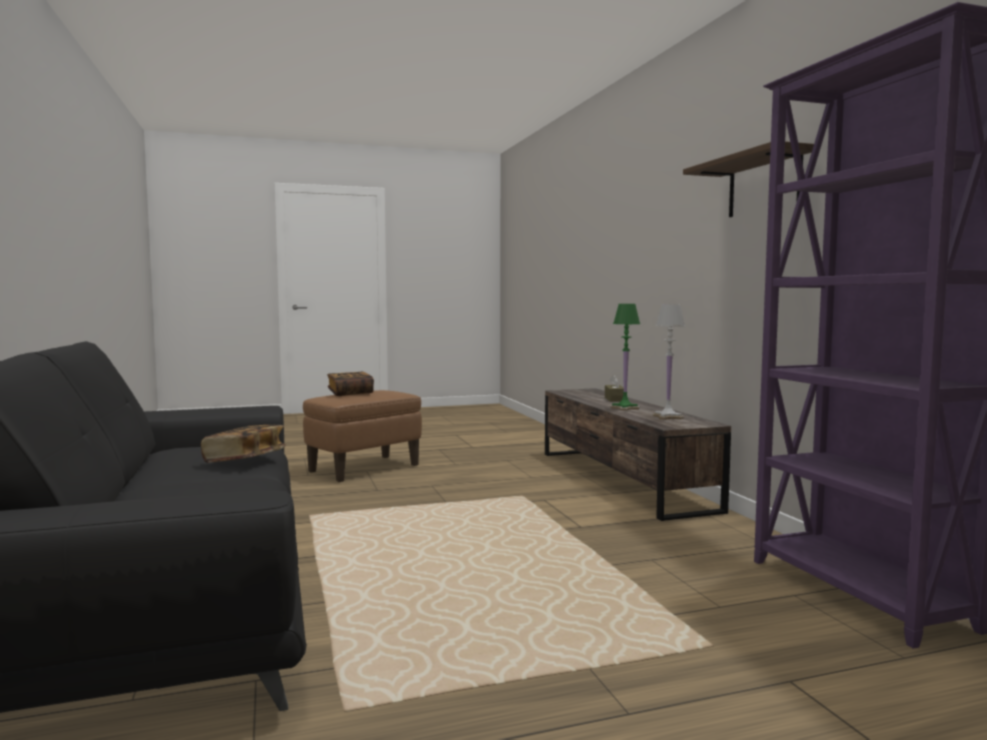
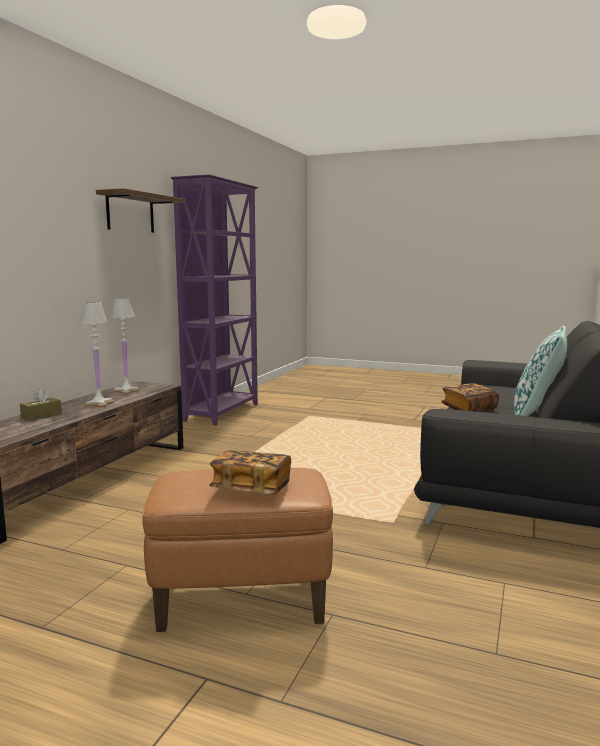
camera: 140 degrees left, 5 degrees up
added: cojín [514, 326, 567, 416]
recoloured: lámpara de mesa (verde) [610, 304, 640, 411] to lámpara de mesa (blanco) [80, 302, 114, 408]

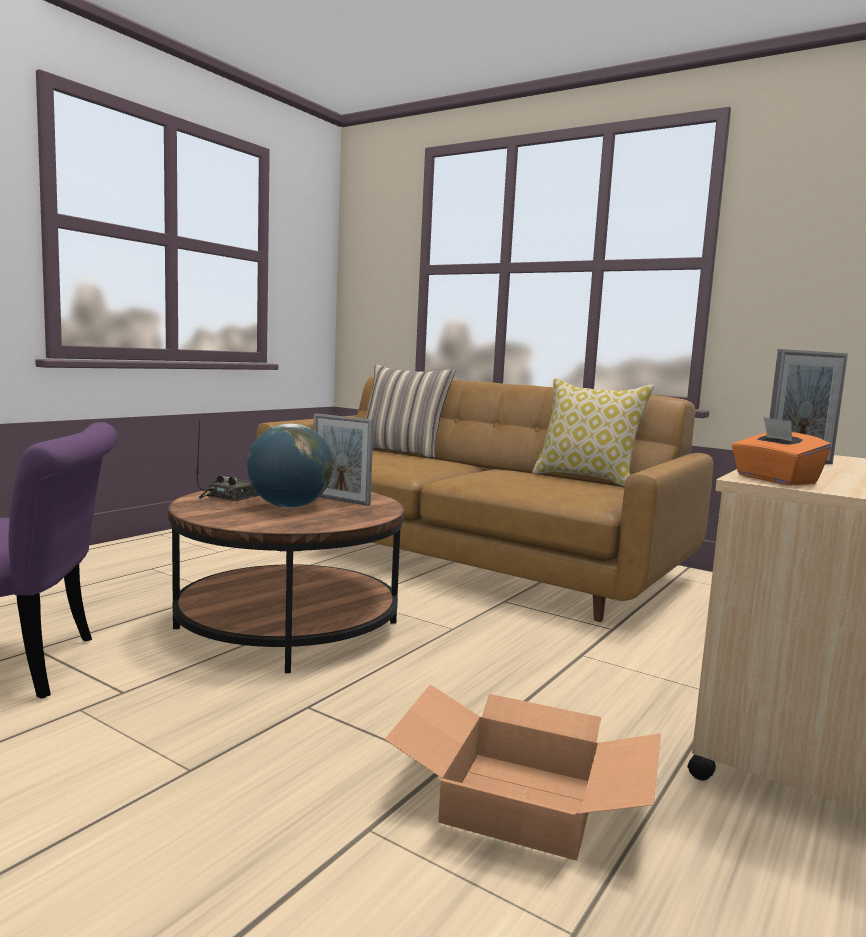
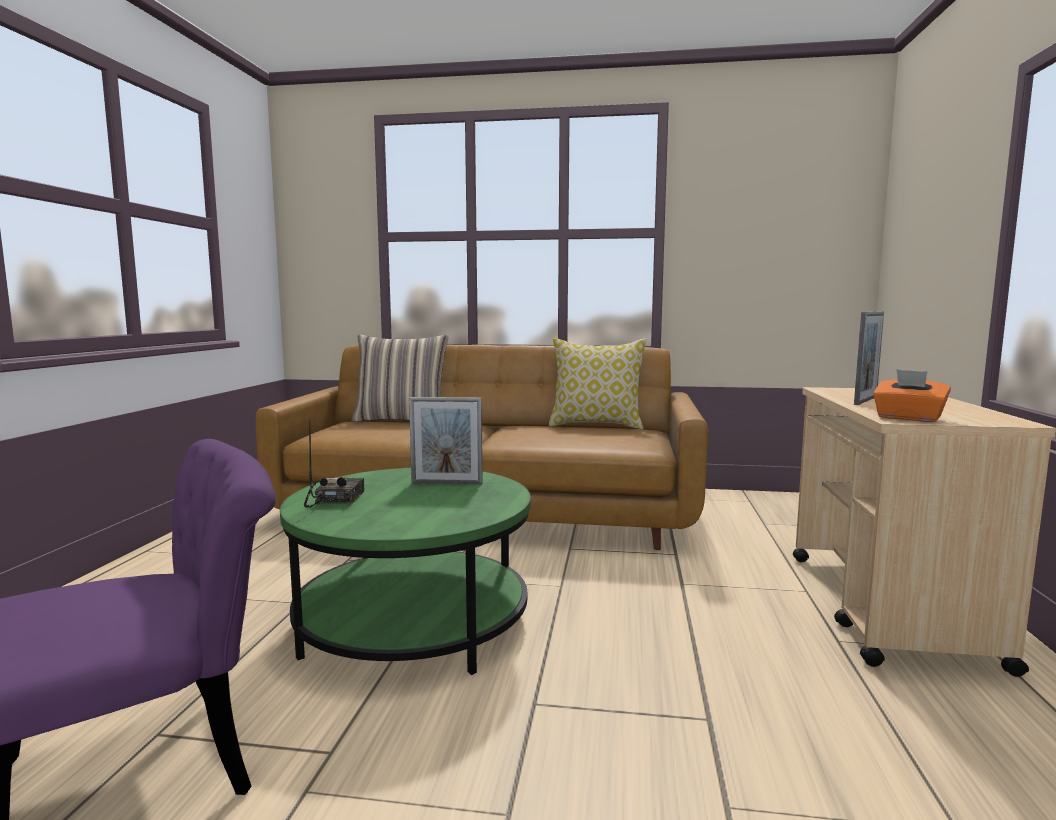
camera: 25 degrees left, 0 degrees up
removed: globo terráqueo [247, 423, 333, 508]; caja de cartón [385, 685, 661, 861]
recoloured: mesa de centro (marrón) [168, 490, 405, 673] to mesa de centro (verde) [280, 468, 531, 675]

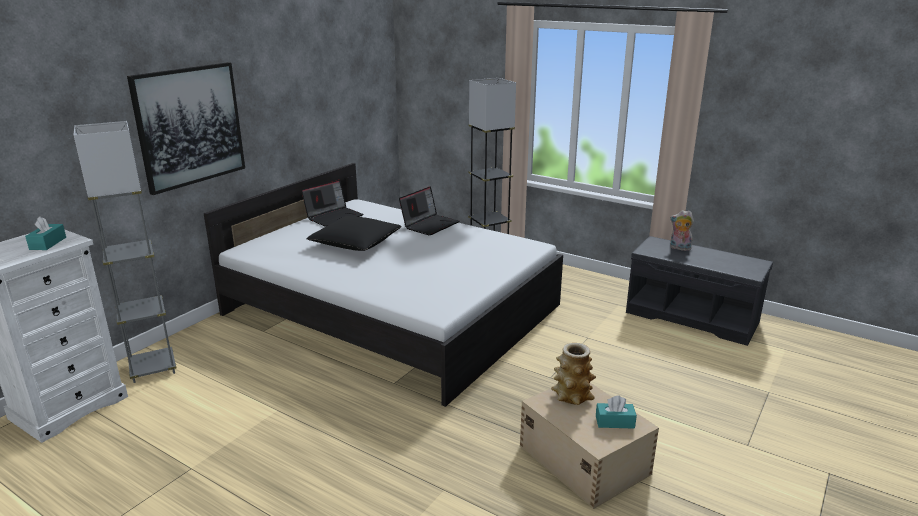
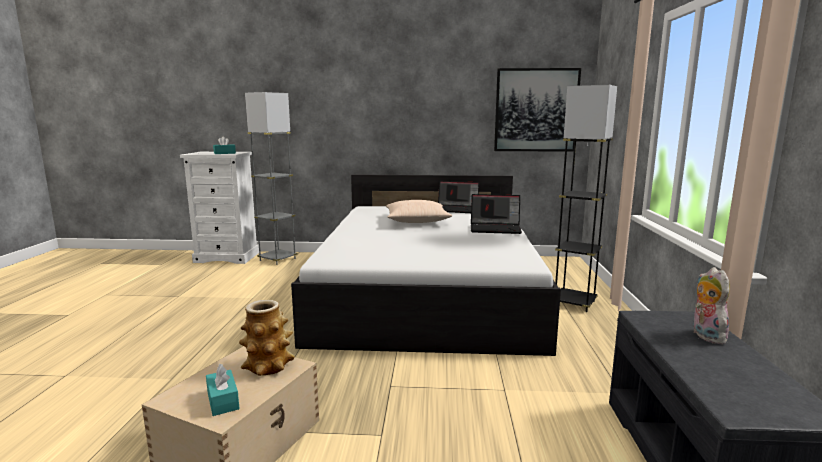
camera: 60 degrees right, 10 degrees down
moved: cuadro [127, 62, 245, 195] to [494, 68, 581, 152]
recoloured: cojín (negro) [307, 216, 402, 251] to cojín (beis) [386, 200, 452, 223]

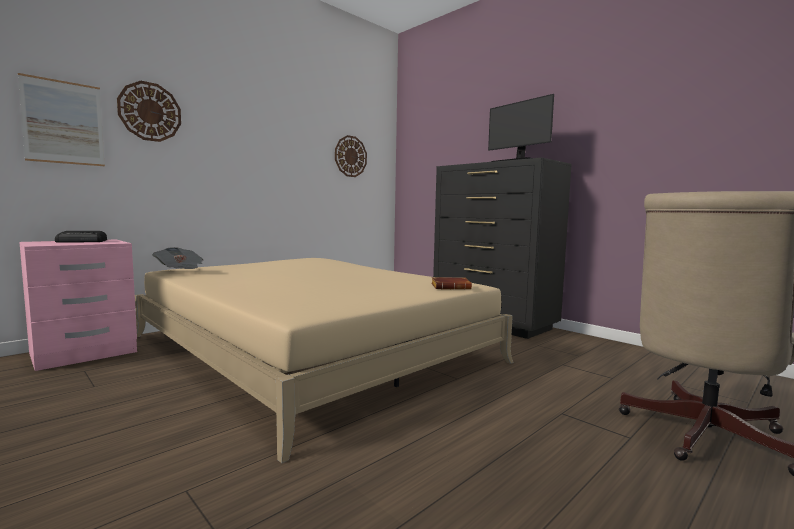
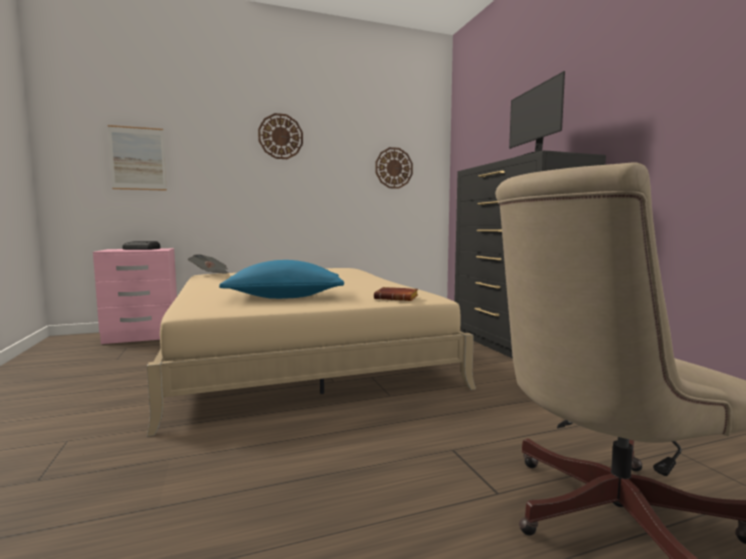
camera: 25 degrees right, 0 degrees up
added: cojín (azul) [219, 260, 344, 299]
moved: reloj de pared [117, 81, 181, 142] to [258, 113, 303, 159]

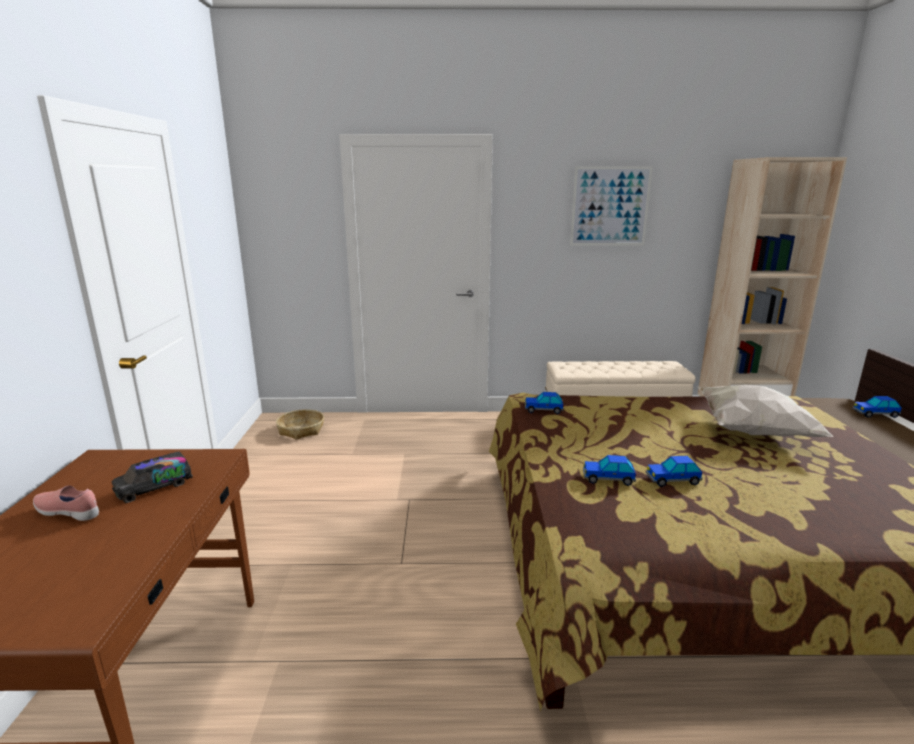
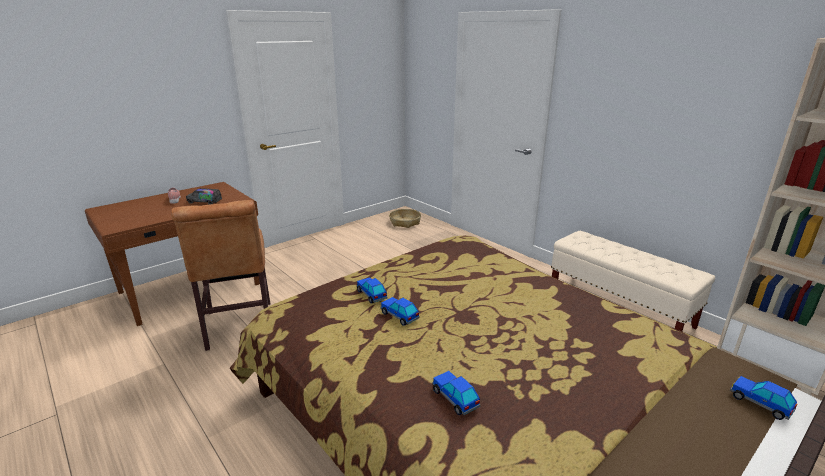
camera: 50 degrees right, 5 degrees up
removed: cuadro [570, 166, 653, 246]; cojín (blanco) [698, 385, 833, 437]
added: silla (marrón) [171, 200, 270, 351]
moved: coche de juguete [525, 392, 564, 414] to [432, 371, 481, 415]

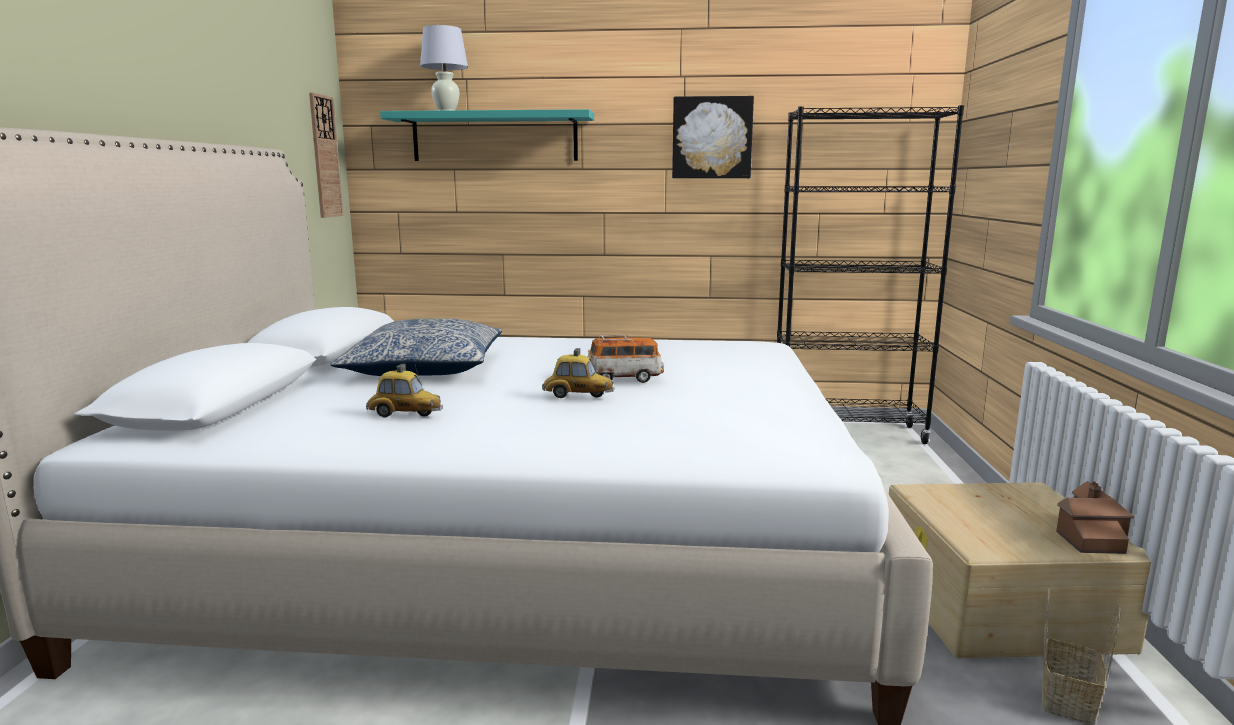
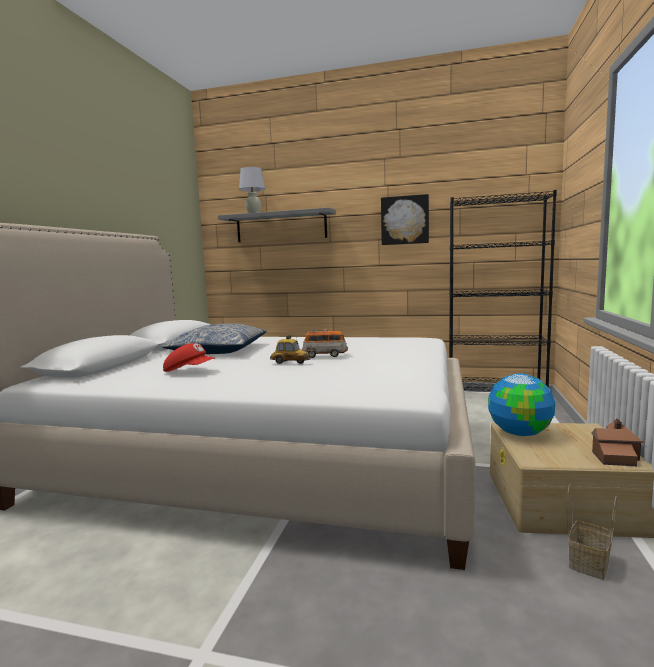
camera: 10 degrees right, 5 degrees down
removed: reloj de pared [309, 92, 344, 218]
added: globo terráqueo [488, 373, 555, 436]
replaced: coche de juguete [366, 364, 443, 417] to gorra (rojo) [163, 343, 215, 372]
recoloured: estante (turquesa) [380, 109, 594, 161] to estante (gris) [218, 207, 336, 242]

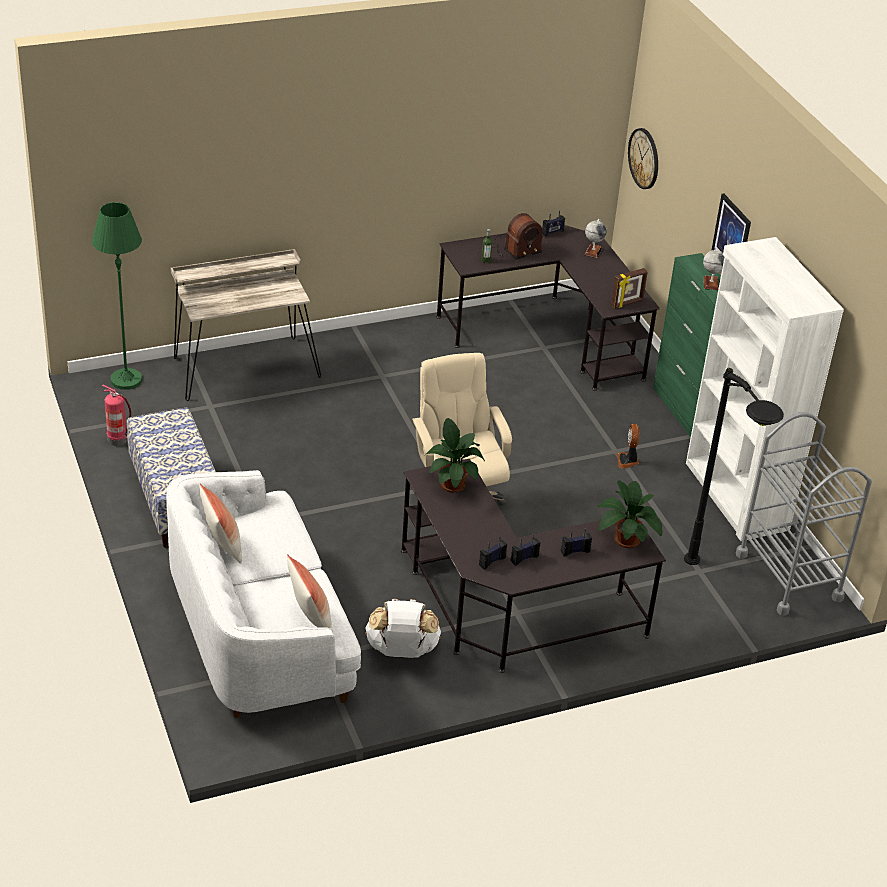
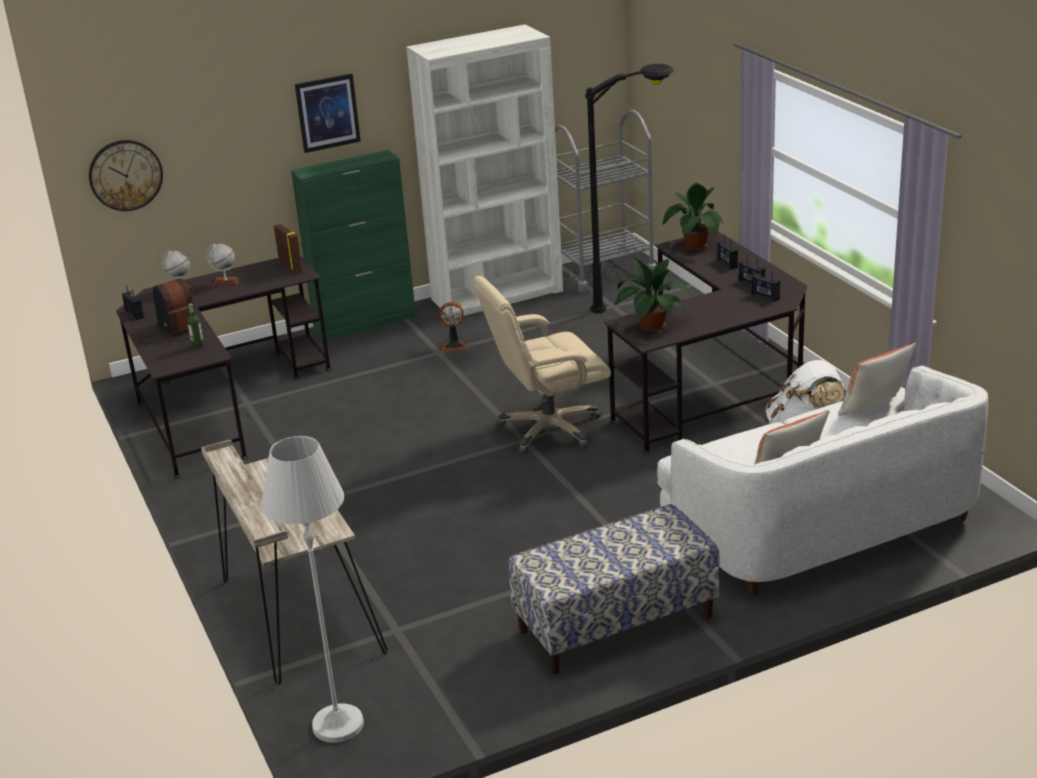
camera: 90 degrees left, 10 degrees down
removed: extintor [102, 385, 131, 446]
moved: globo terráqueo [703, 248, 725, 290] to [206, 244, 239, 287]
recoloured: lámpara de pie (verde) [92, 202, 142, 390] to lámpara de pie (blanco) [261, 436, 364, 743]

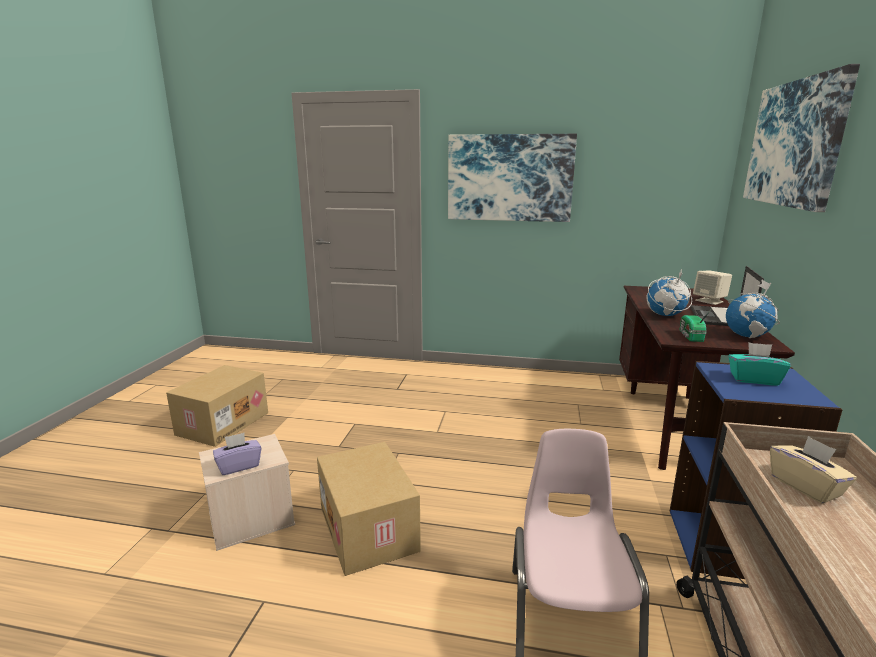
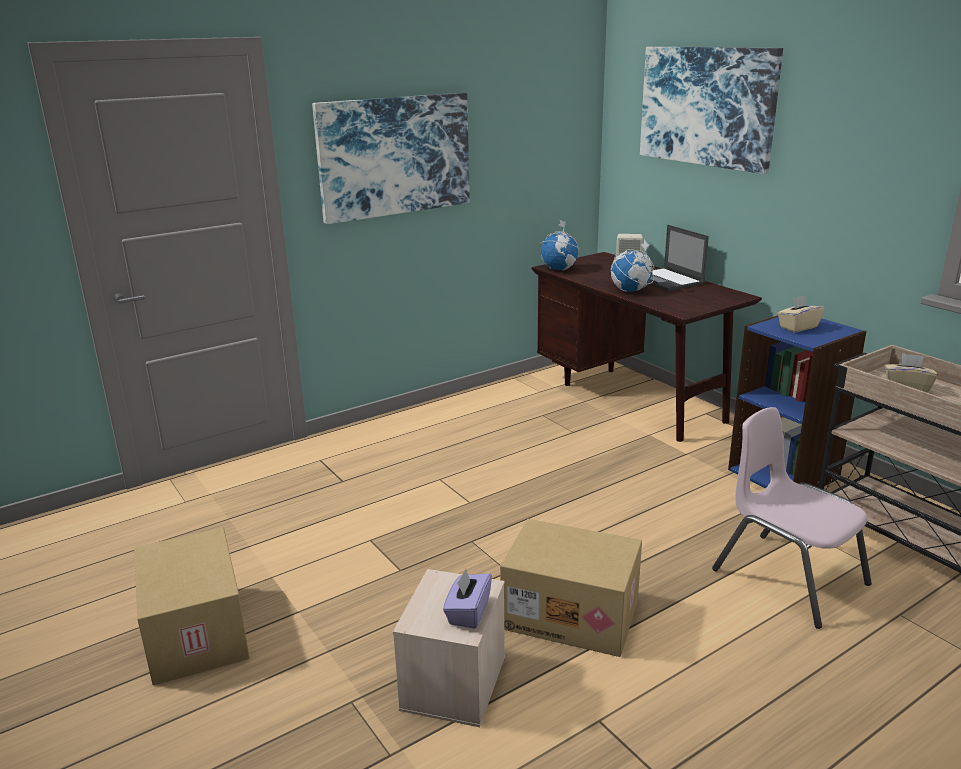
camera: 45 degrees left, 5 degrees up
removed: radio [680, 310, 711, 342]
moved: globo terráqueo [726, 279, 779, 338] to [540, 219, 581, 270]
recoloured: caja de pañuelos (turquesa) [728, 342, 791, 386] to caja de pañuelos (beis) [777, 295, 824, 332]

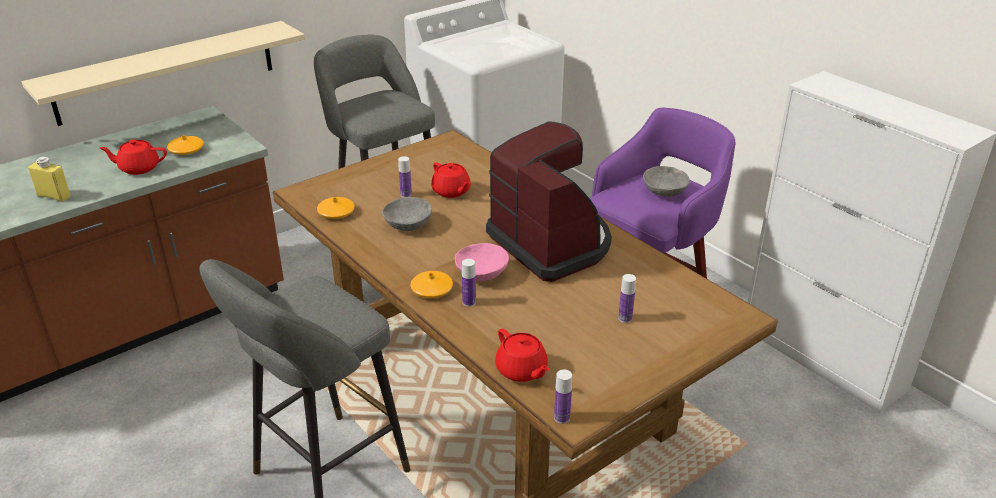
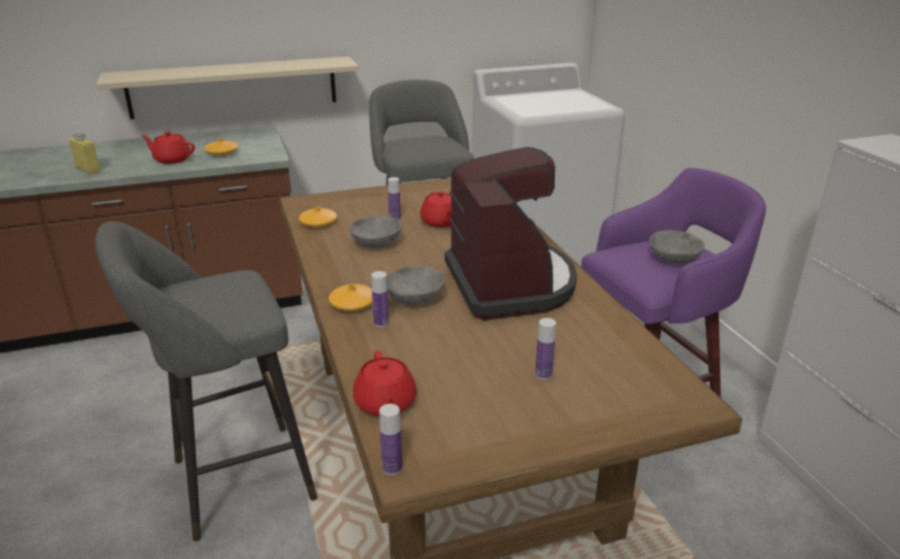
camera: 20 degrees right, 5 degrees down
recoloured: cuenco (rosa) [455, 243, 509, 281] to cuenco (gris) [387, 266, 445, 305]

